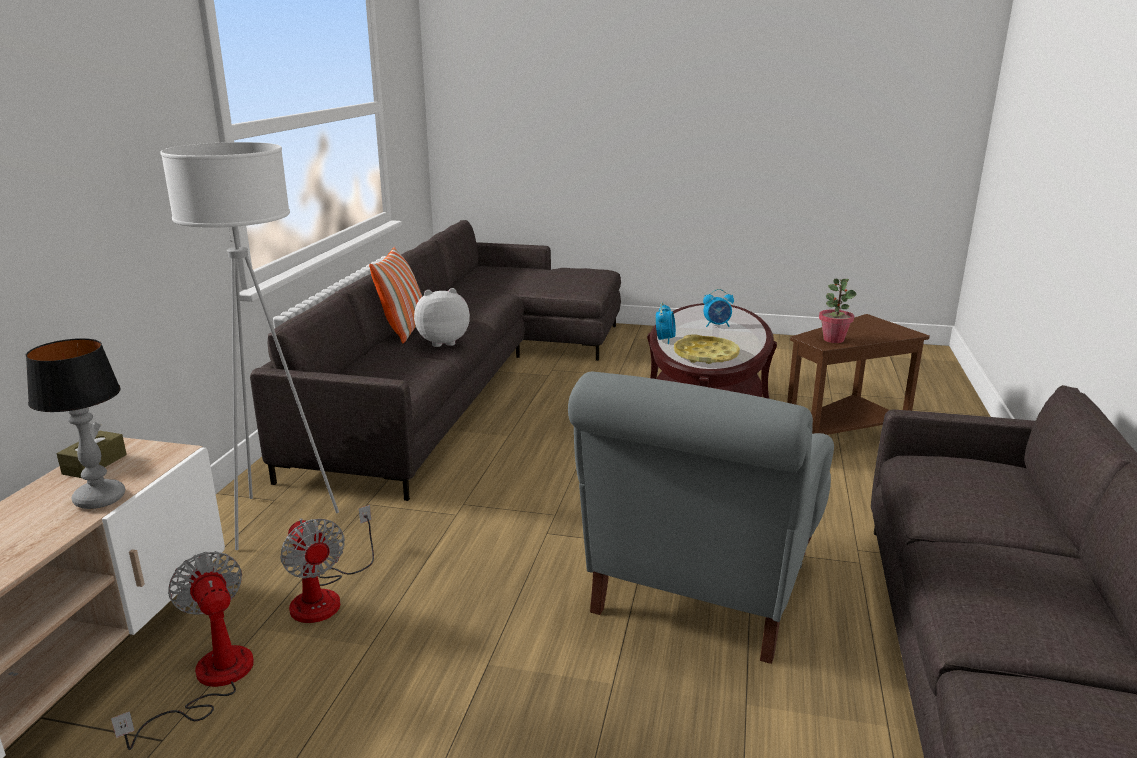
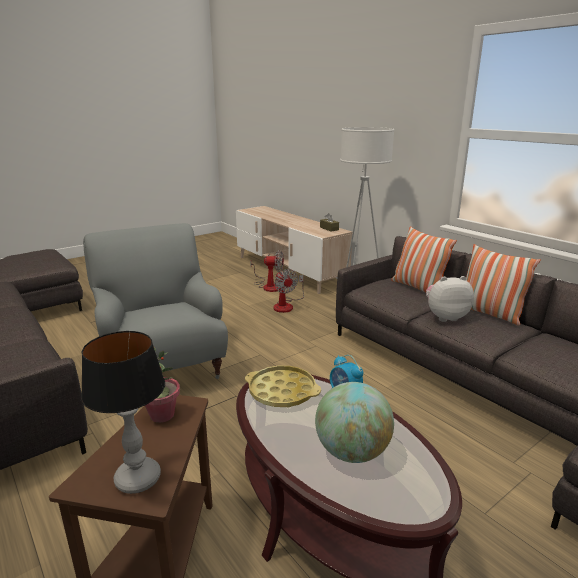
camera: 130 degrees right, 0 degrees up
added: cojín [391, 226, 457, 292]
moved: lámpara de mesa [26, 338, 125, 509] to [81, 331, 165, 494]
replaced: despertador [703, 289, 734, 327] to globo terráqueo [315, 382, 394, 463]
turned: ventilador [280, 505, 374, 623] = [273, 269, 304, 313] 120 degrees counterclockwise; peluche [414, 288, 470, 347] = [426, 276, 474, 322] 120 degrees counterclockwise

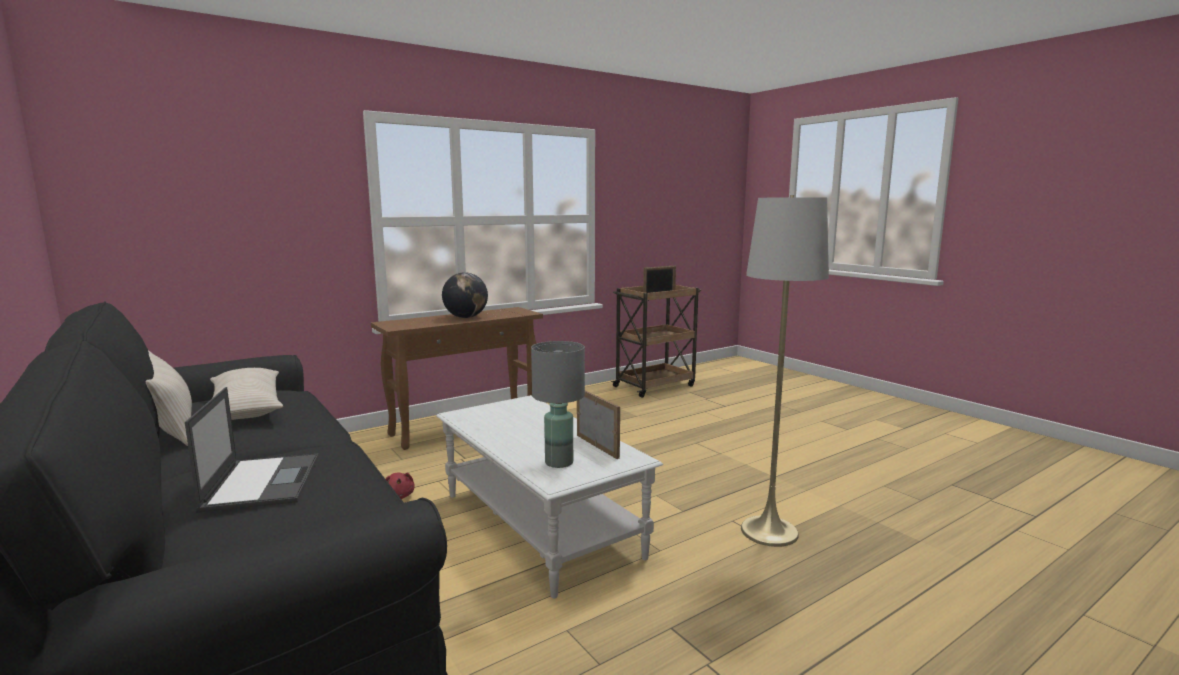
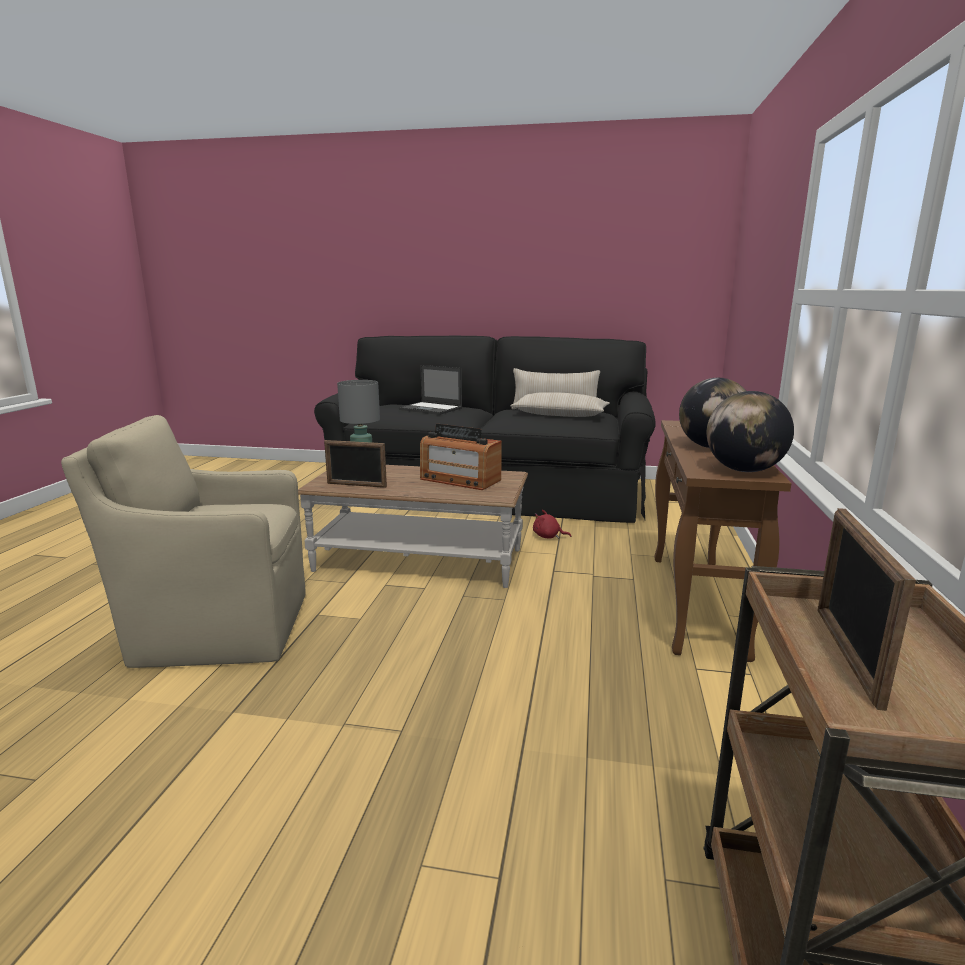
camera: 135 degrees right, 5 degrees up
added: radio [420, 424, 502, 490]; globo terráqueo [707, 391, 794, 472]
replaced: lámpara de pie (gris) [741, 195, 829, 547] to sillón (beis) [61, 415, 305, 668]
recoloured: mesa de centro (blanco) [436, 395, 663, 598] to mesa de centro (marrón) [298, 465, 528, 588]

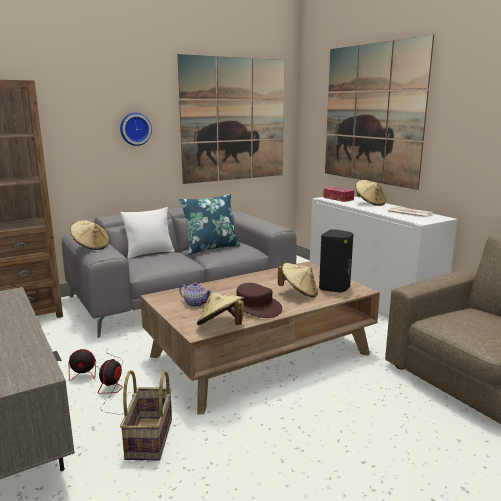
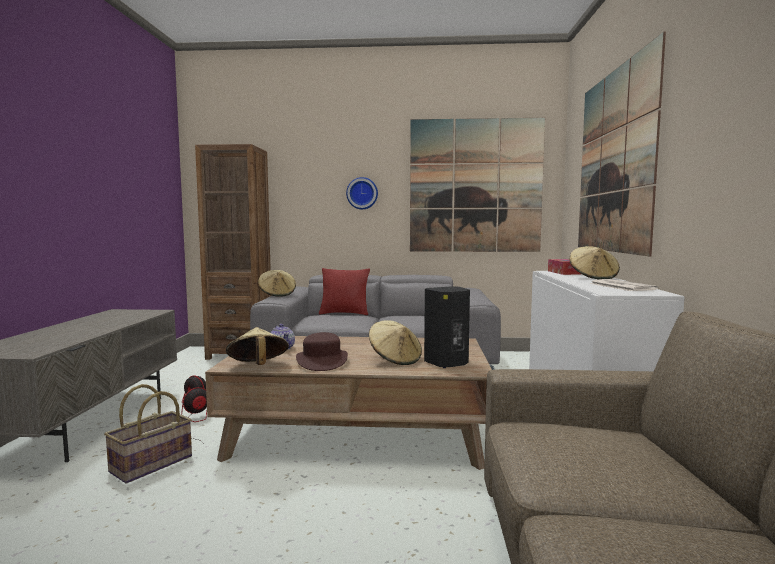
camera: 35 degrees right, 10 degrees down
removed: cojín (azul) [179, 193, 240, 255]
recoloured: cojín (blanco) [121, 207, 175, 259] to cojín (rojo) [319, 268, 370, 315]

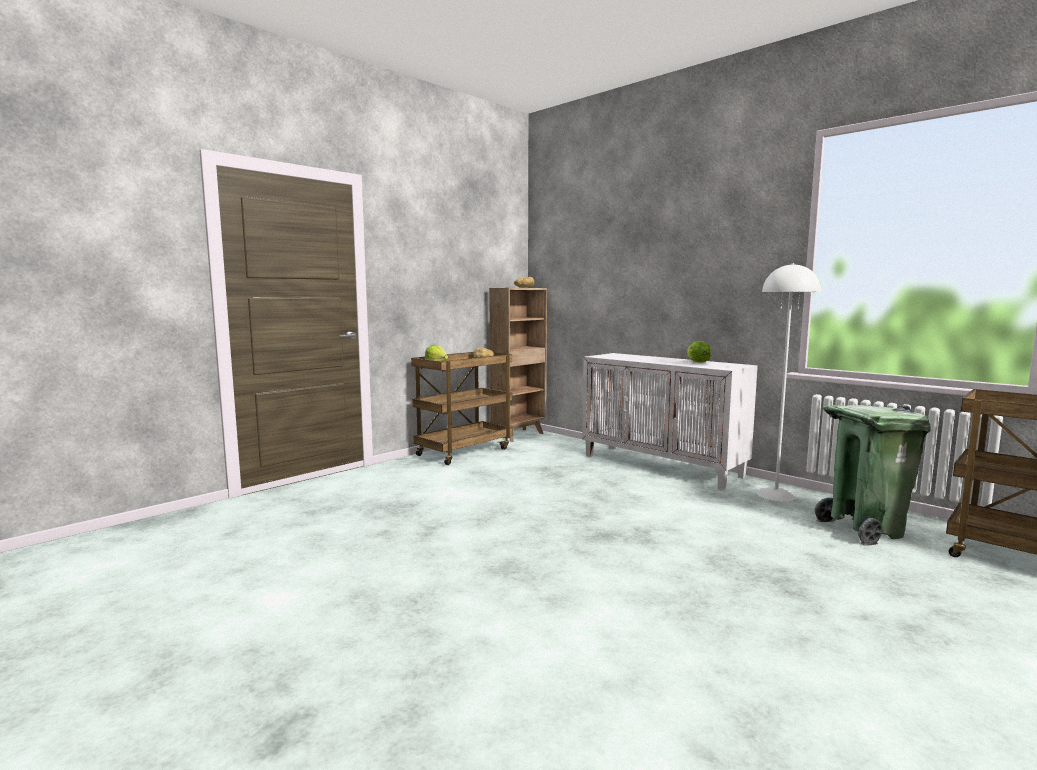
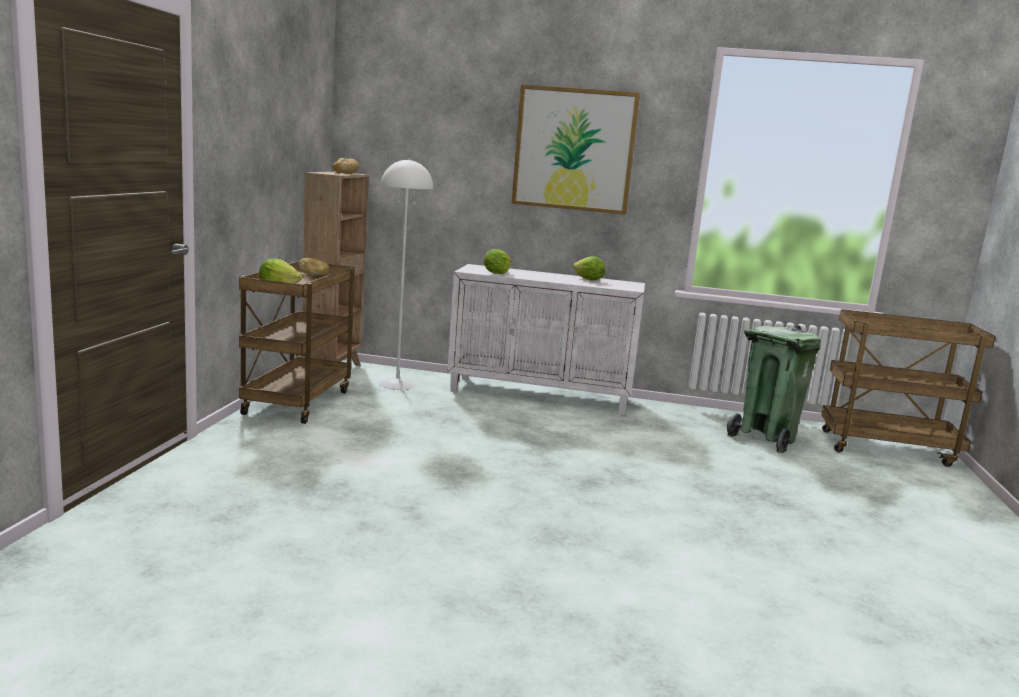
camera: 35 degrees left, 5 degrees up
added: lechuga [484, 249, 511, 274]; cuadro [511, 84, 640, 215]
moved: lámpara de pie (blanco) [756, 263, 821, 502] to [379, 158, 433, 390]

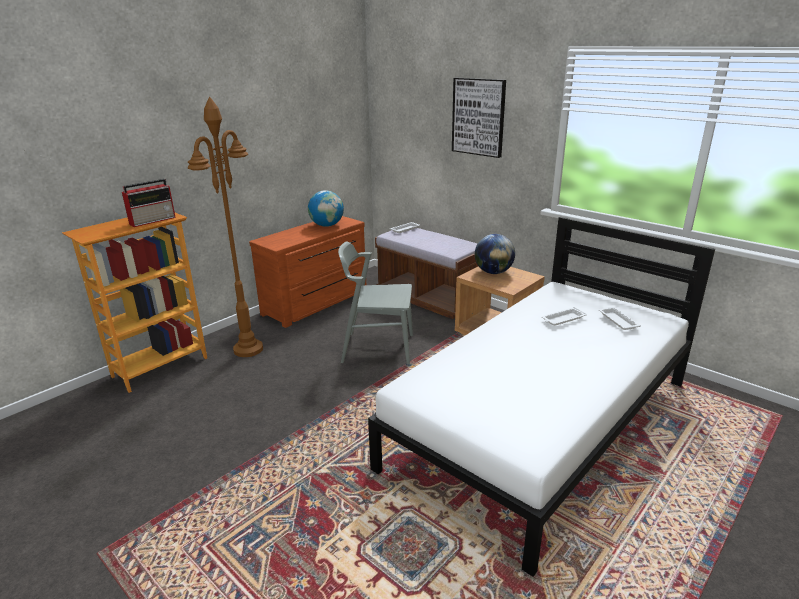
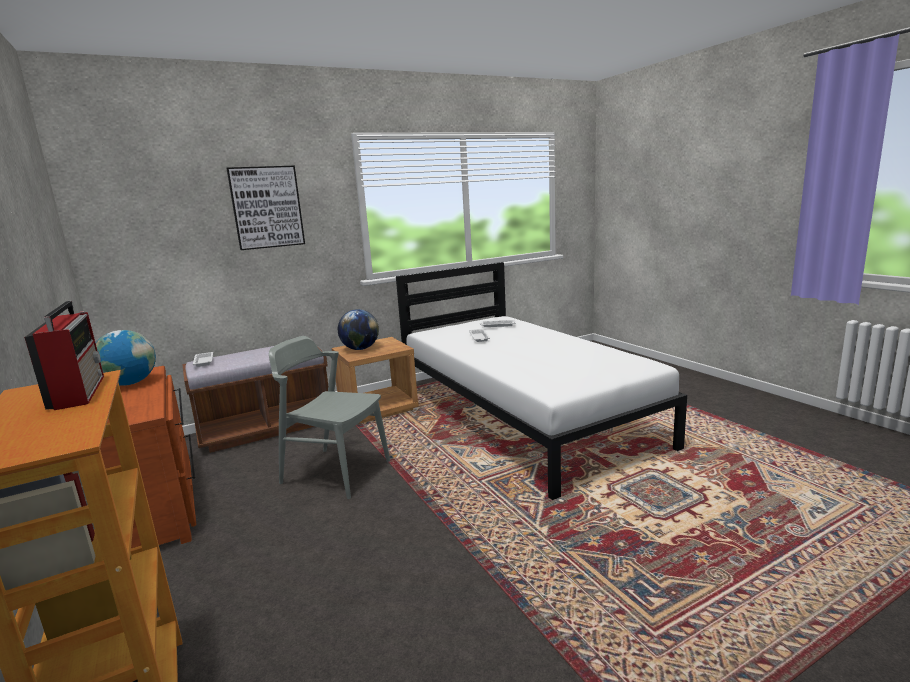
camera: 70 degrees left, 10 degrees down
removed: lámpara de pie (marrón) [188, 97, 263, 357]
turned: silla (gris) [338, 241, 413, 364] = [269, 336, 390, 499] 90 degrees clockwise

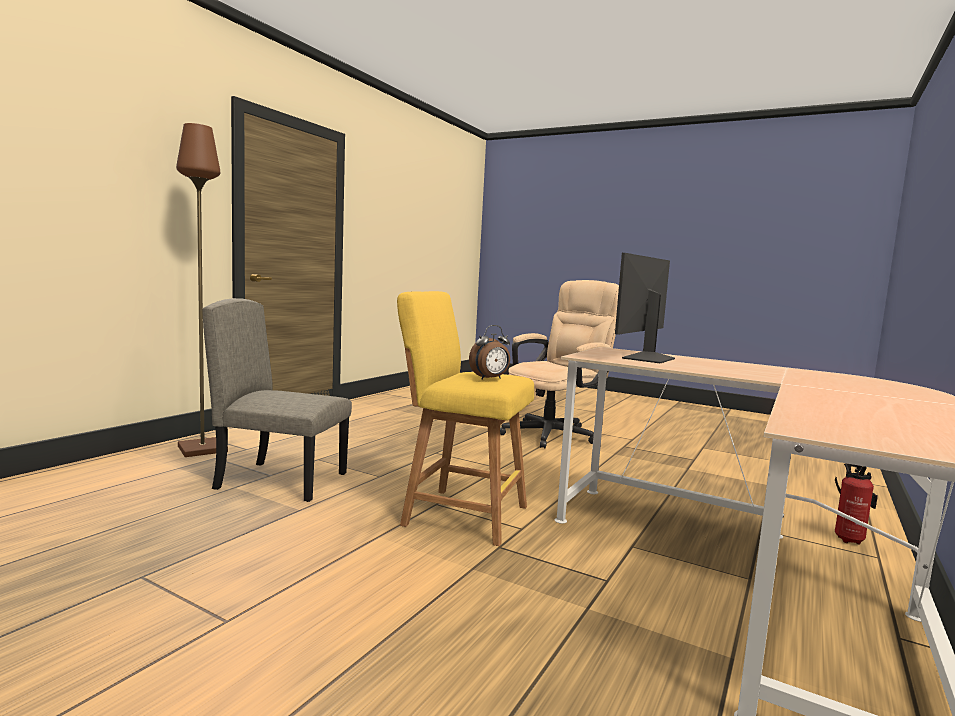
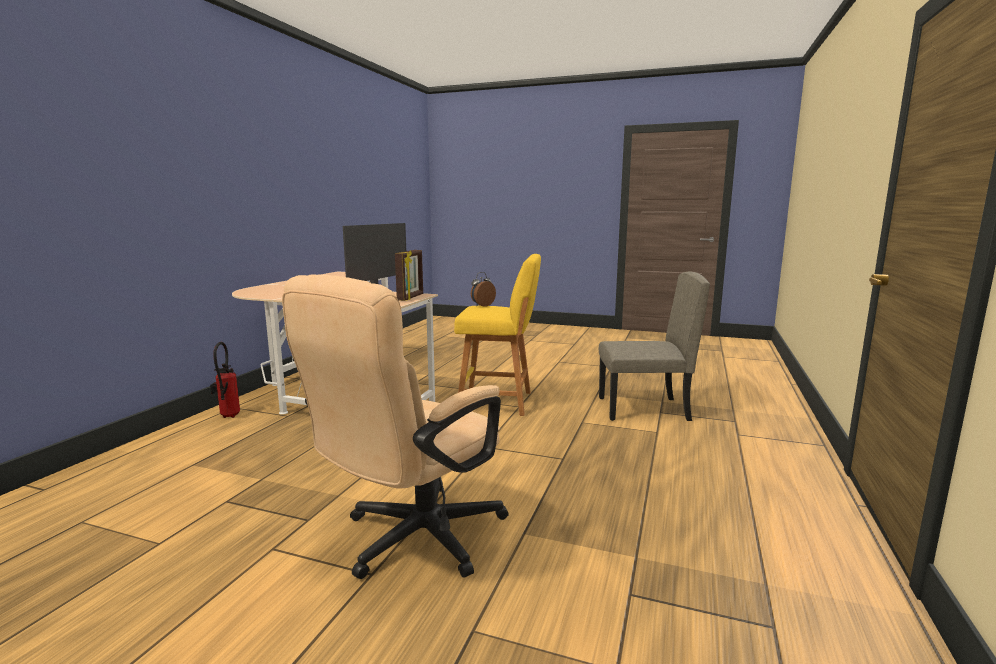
camera: 170 degrees right, 5 degrees up
removed: lámpara de pie (marrón) [176, 123, 228, 457]
added: portarretratos [395, 250, 423, 301]

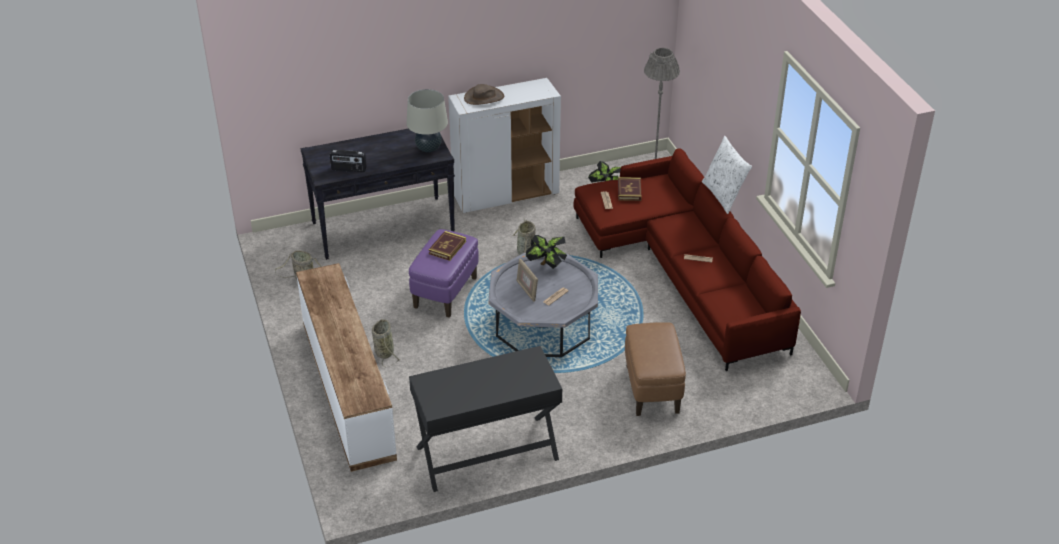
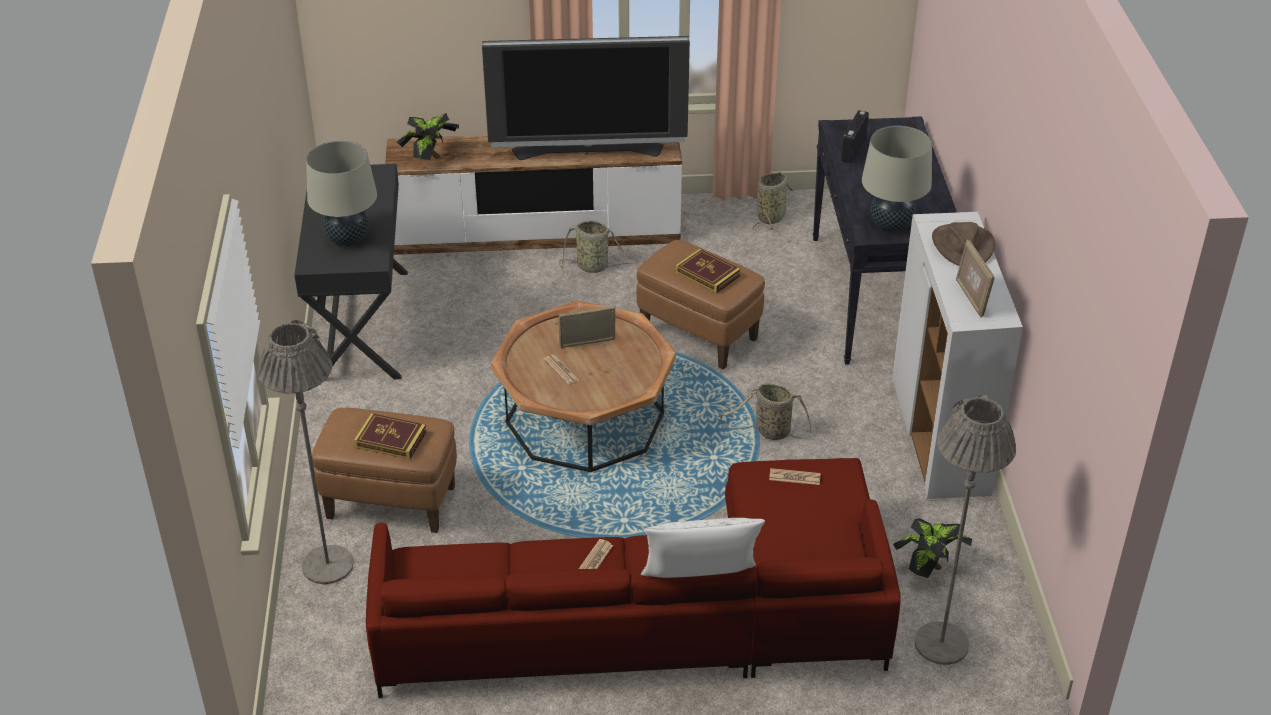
camera: 105 degrees right, 0 degrees up
added: lámpara de pie (gris) [258, 320, 354, 584]; lámpara de mesa (beis) [306, 141, 377, 246]; televisor [482, 36, 690, 160]; portarretratos [956, 240, 995, 318]
moved: planta en maceta [526, 235, 567, 269] to [397, 113, 459, 160]; libro [618, 177, 641, 201] to [354, 413, 426, 459]
recoloured: puf (morado) [409, 229, 479, 318] to puf (marrón) [636, 240, 765, 370]; mesa de centro (gris) [488, 253, 598, 357] to mesa de centro (marrón) [490, 301, 676, 472]

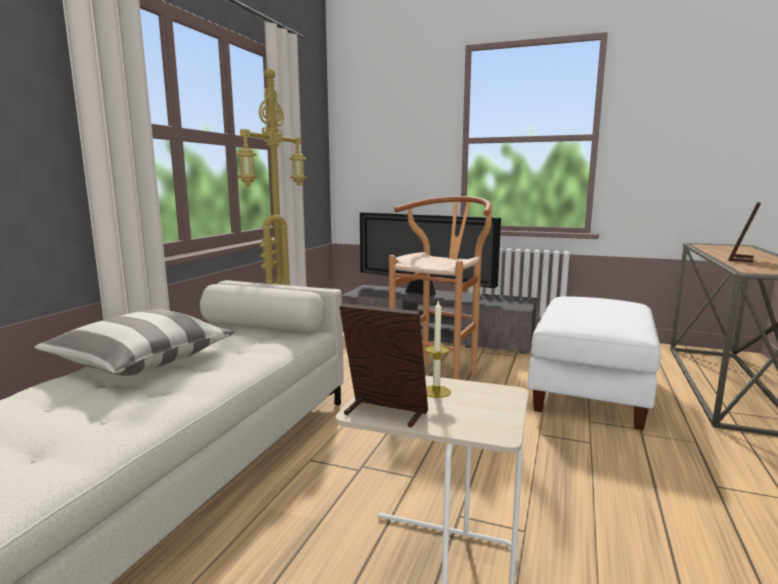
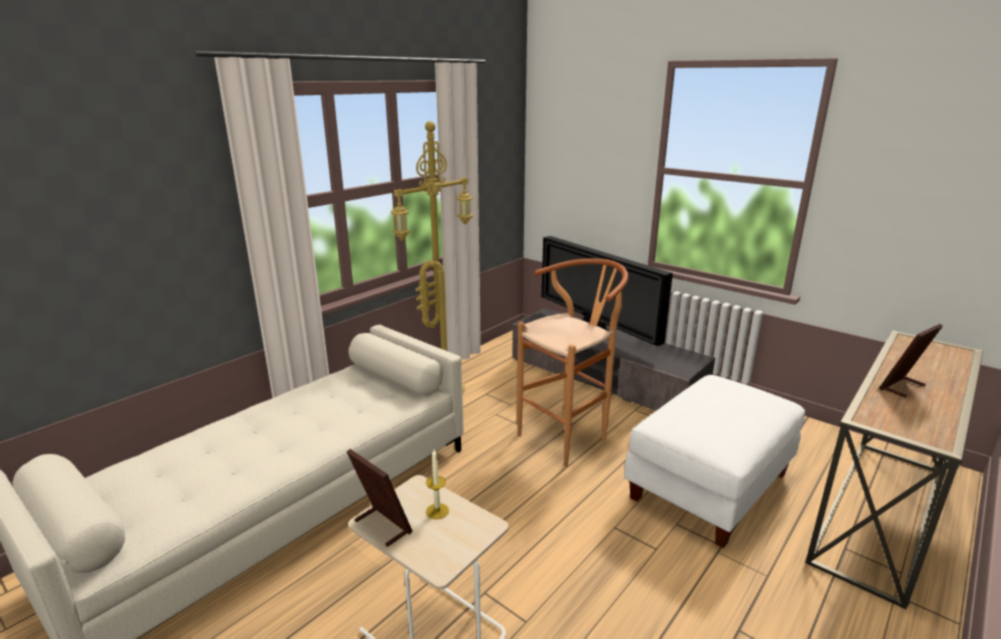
camera: 20 degrees right, 10 degrees up
removed: cojín [35, 309, 234, 376]

